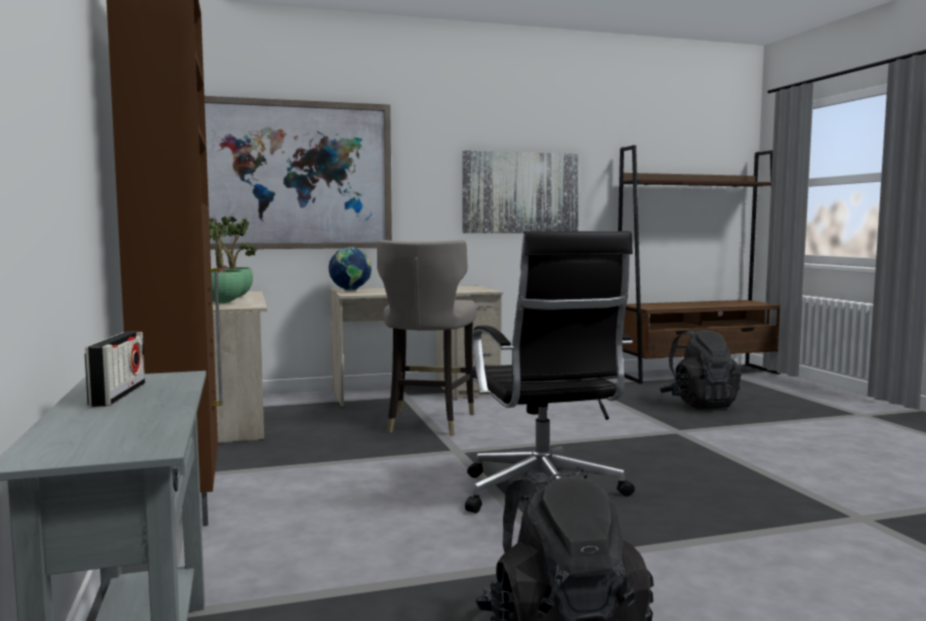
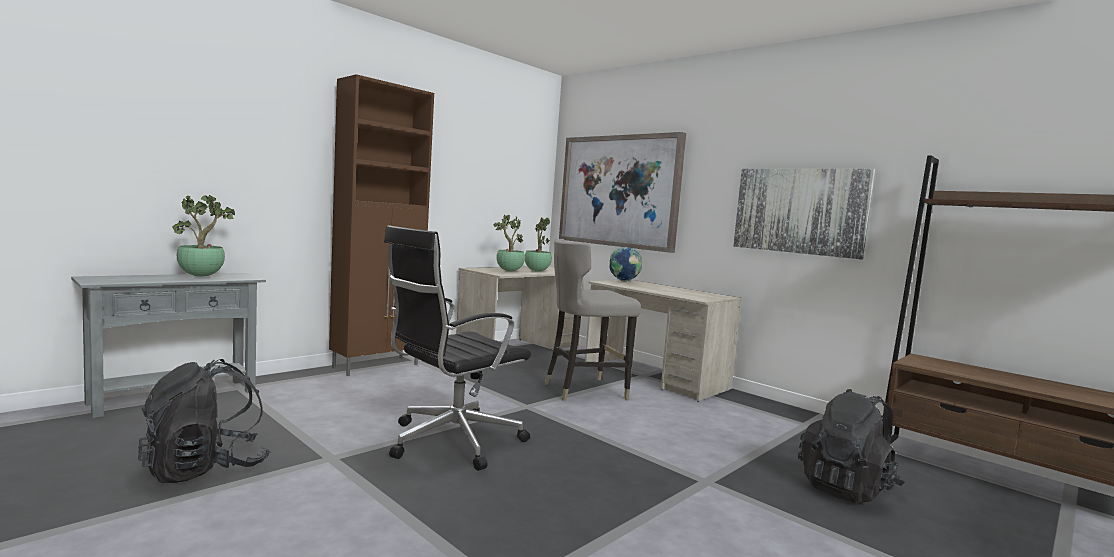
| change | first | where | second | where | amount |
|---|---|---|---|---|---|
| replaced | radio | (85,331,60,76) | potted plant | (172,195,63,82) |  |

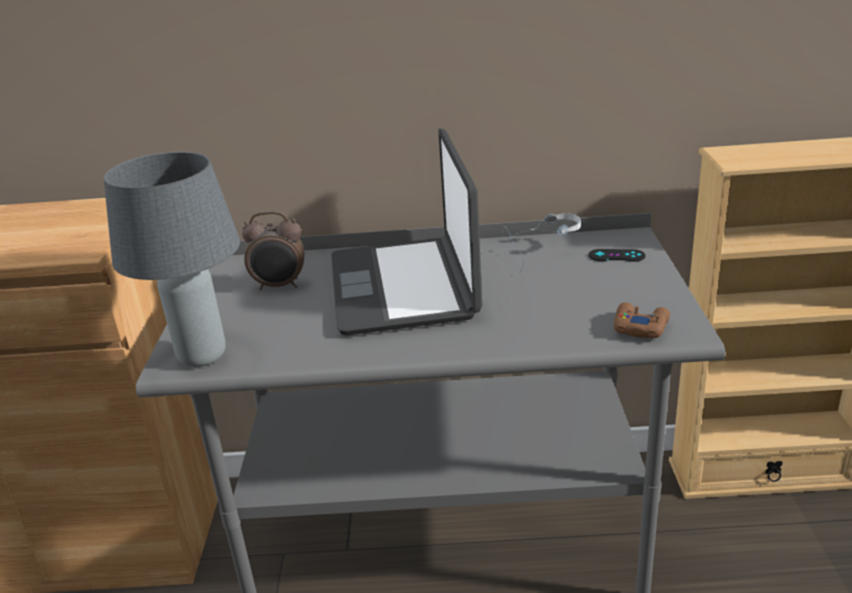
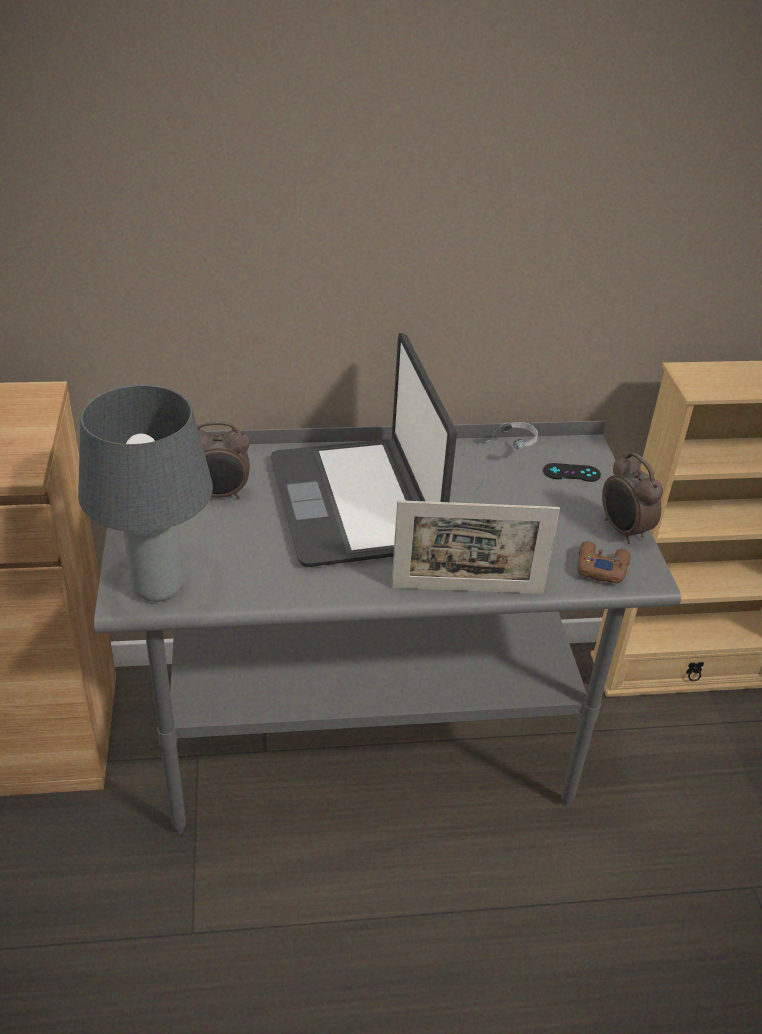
| change | first | where | second | where | amount |
|---|---|---|---|---|---|
| added |  |  | picture frame | (391,500,169,94) |  |
| added |  |  | alarm clock | (602,453,61,91) |  |

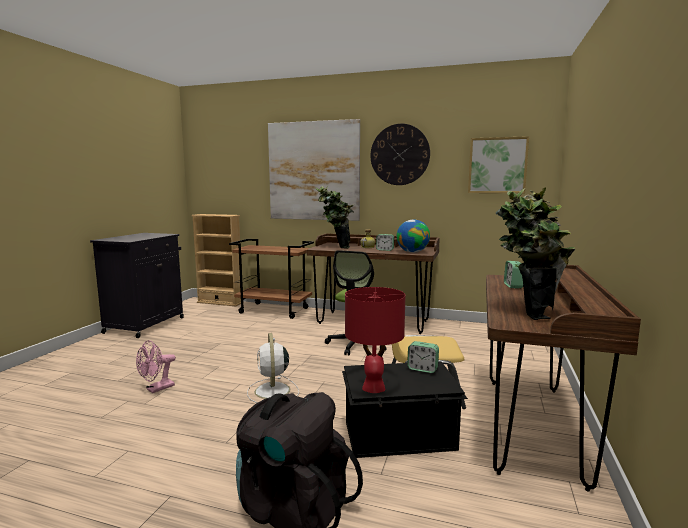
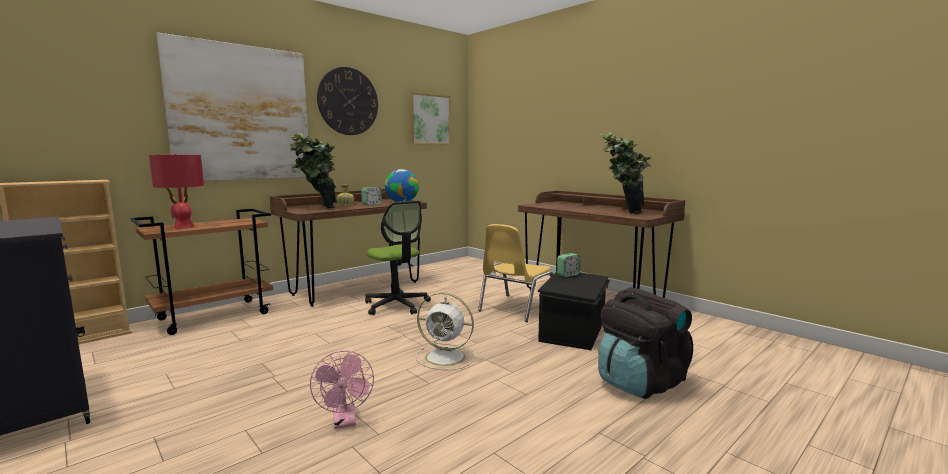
| change | first | where | second | where | amount |
|---|---|---|---|---|---|
| removed | alarm clock | (504,261,19,27) |  |  |  |
| moved | table lamp (red) | (345,287,60,106) |  | (149,154,55,75) |  |

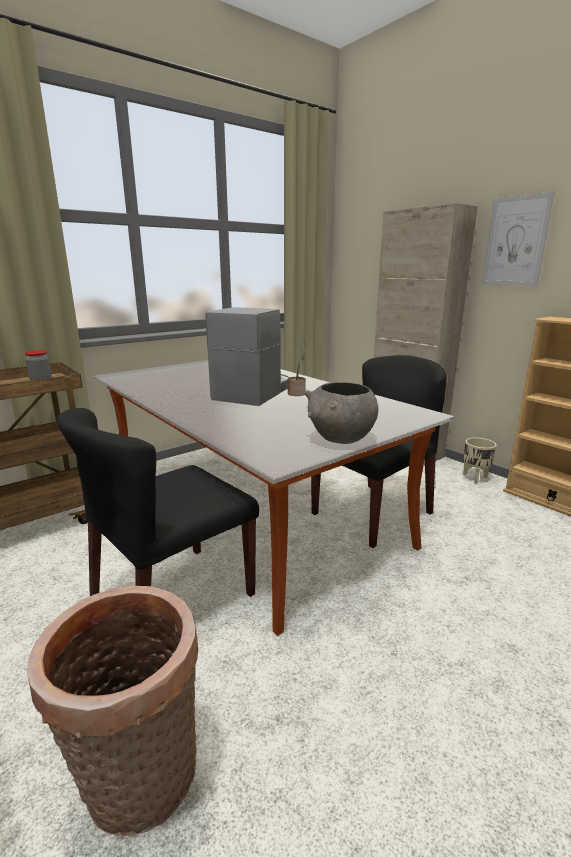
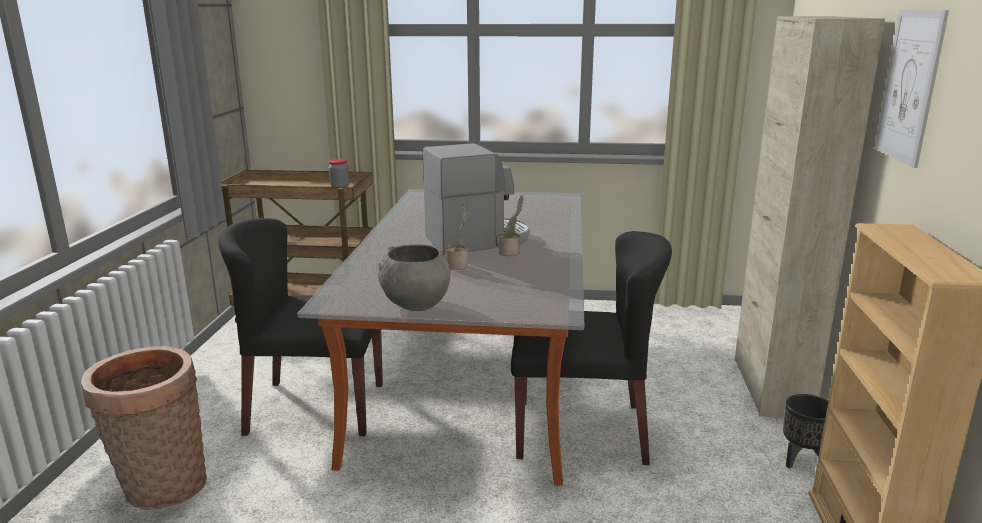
| change | first | where | second | where | amount |
|---|---|---|---|---|---|
| added |  |  | potted plant | (445,204,23,66) |  |
| recoloured | planter (beige) | (463,438,34,46) | planter (black) | (783,394,45,75) |  |

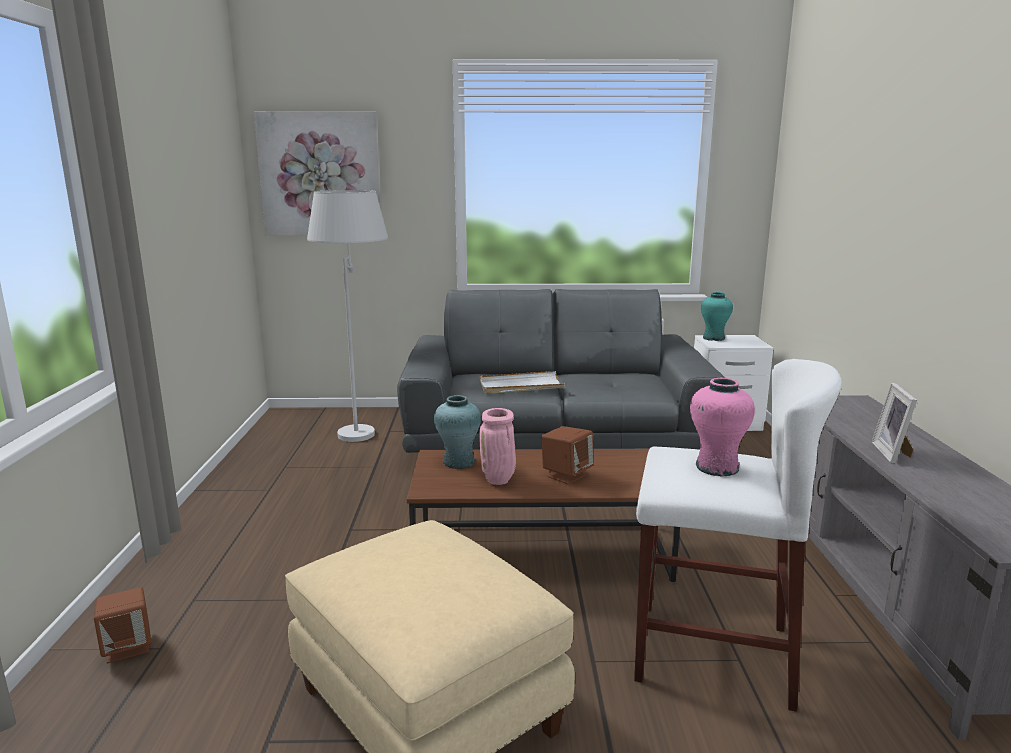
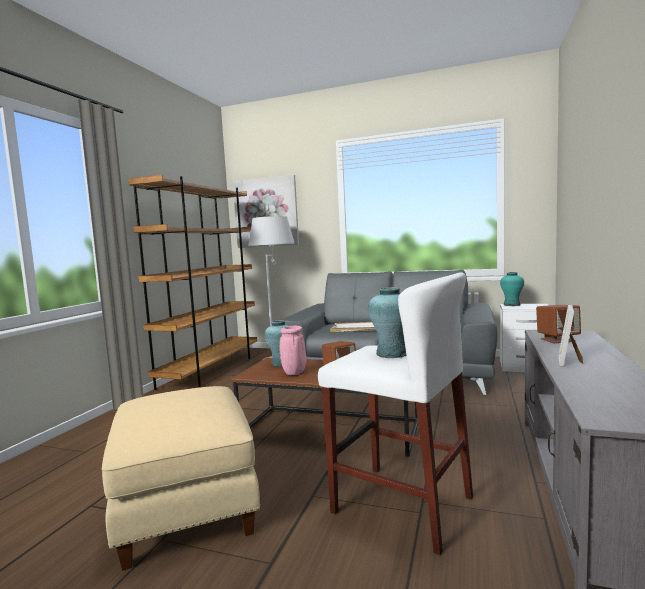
| change | first | where | second | where | amount |
|---|---|---|---|---|---|
| added |  |  | bookcase (brown) | (128,175,129,215) |  |
| moved | speaker (brown) | (94,587,57,76) |  | (536,305,45,38) |  |
| recoloured | vase (pink) | (690,378,65,99) | vase (turquoise) | (368,287,39,71) |  |

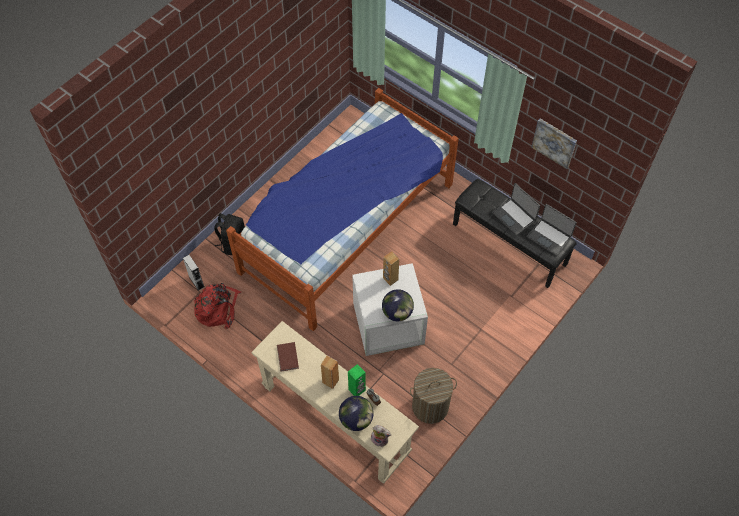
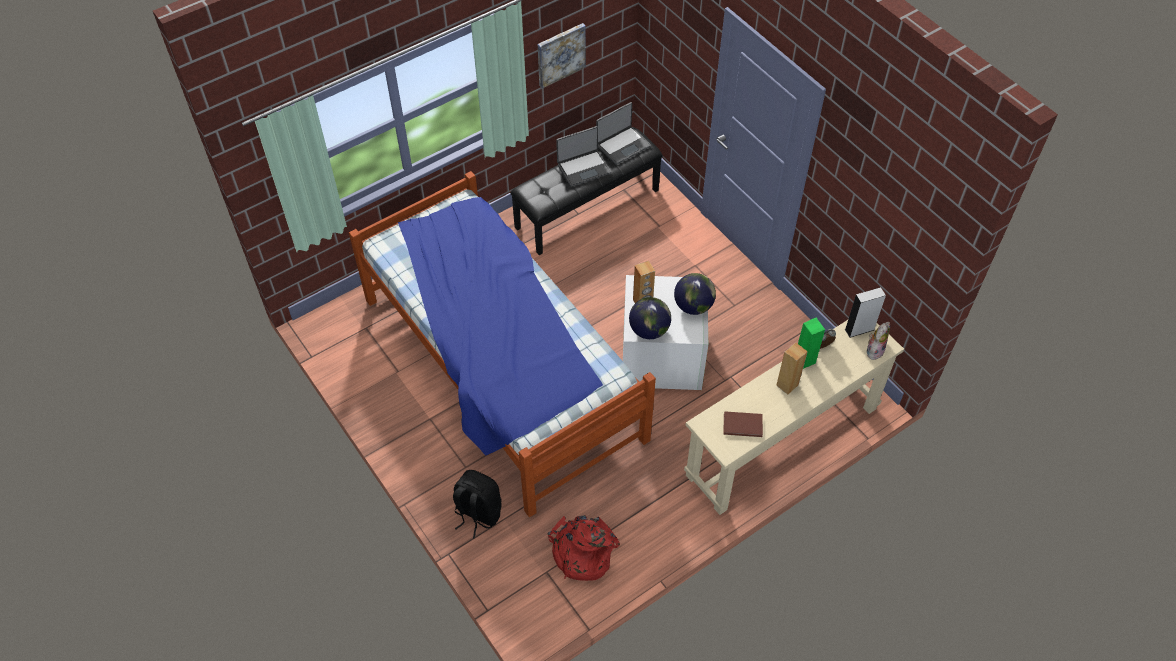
| change | first | where | second | where | amount |
|---|---|---|---|---|---|
| removed | laundry basket | (410,368,47,56) |  |  |  |
| moved | speaker (grey) | (183,255,21,36) |  | (845,287,41,51) |  |
| moved | globe | (339,396,35,35) |  | (629,297,42,42) |  |

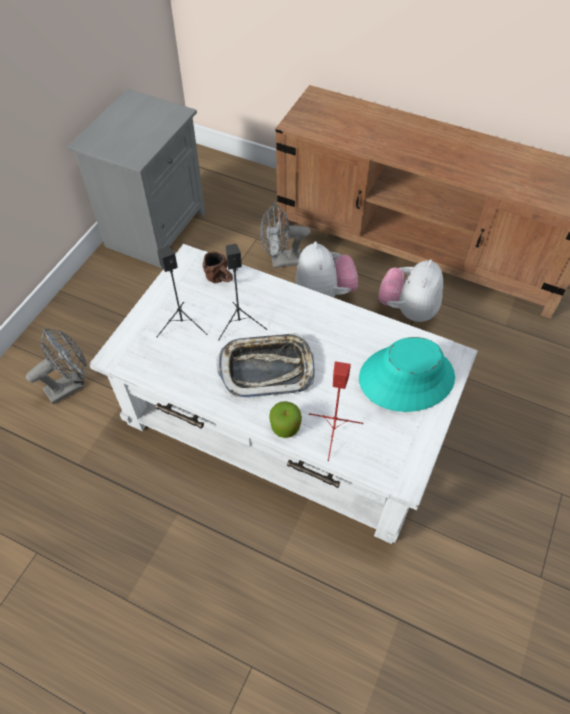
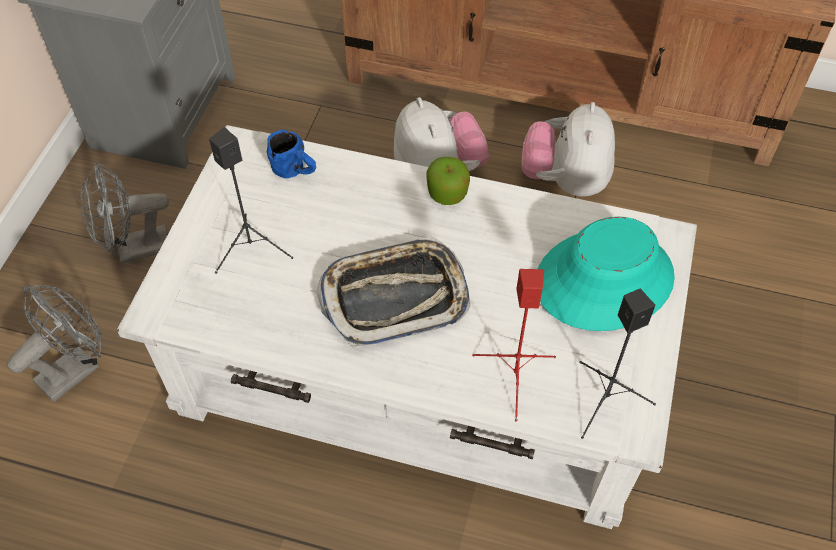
| change | first | where | second | where | amount |
|---|---|---|---|---|---|
| moved | speaker (black) | (218,244,49,97) |  | (579,289,77,150) |  |
| moved | fan (grey) | (260,202,51,66) |  | (80,162,89,102) |  |
| moved | apple | (269,401,33,37) |  | (426,157,44,48) |  |
| recoloured | mug (brown) | (203,251,30,32) | mug (blue) | (267,130,49,48) |  |

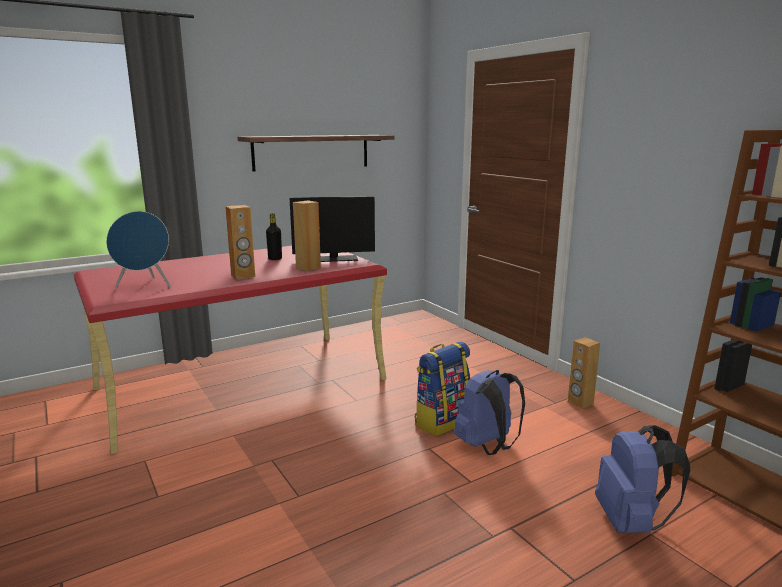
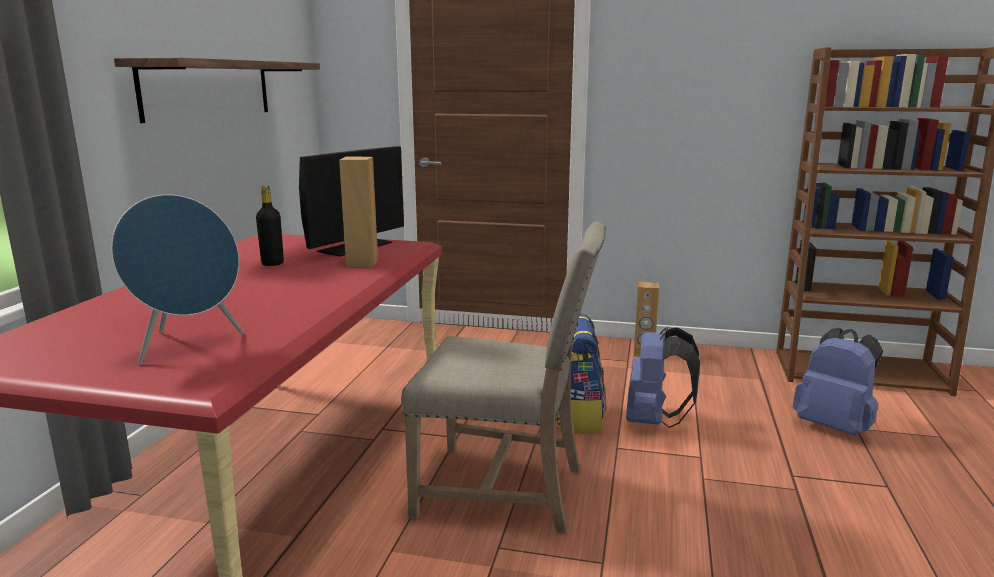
| change | first | where | second | where | amount |
|---|---|---|---|---|---|
| removed | speaker (brown) | (225,205,30,75) |  |  |  |
| added |  |  | chair (beige) | (401,222,205,312) |  |

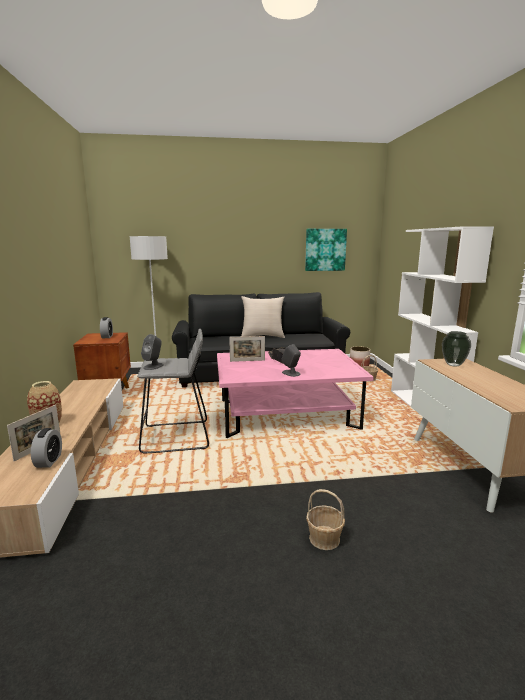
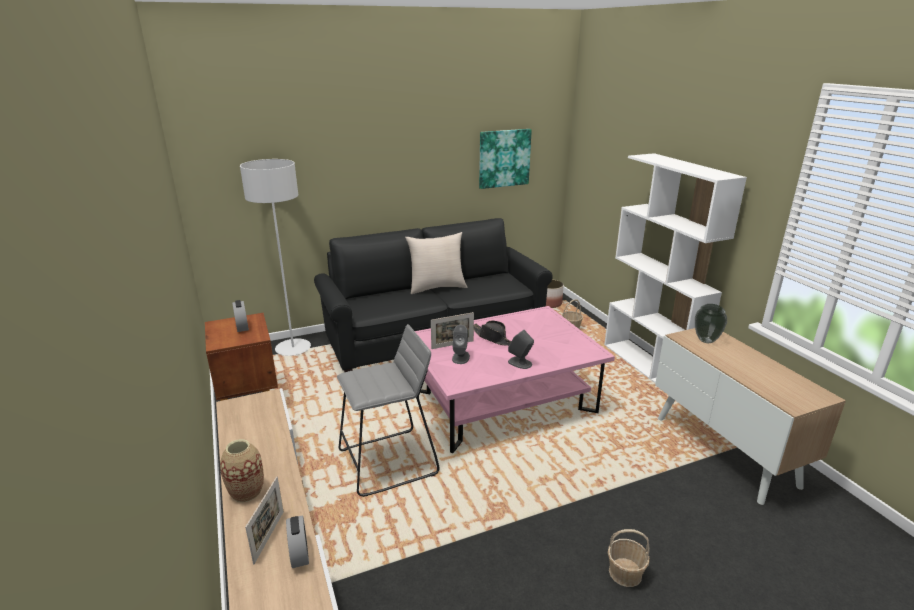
| change | first | where | second | where | amount |
|---|---|---|---|---|---|
| moved | speaker (grey) | (141,334,22,36) |  | (452,325,18,39) |  |

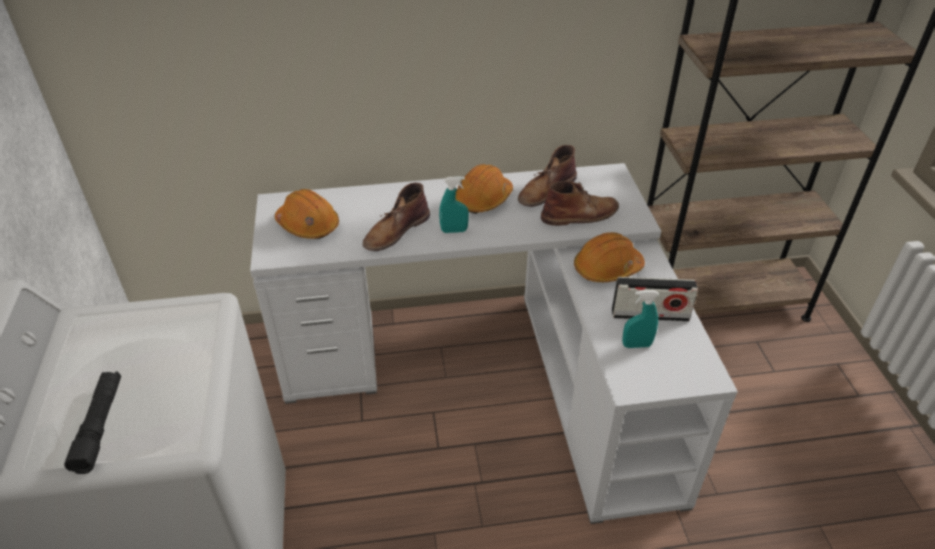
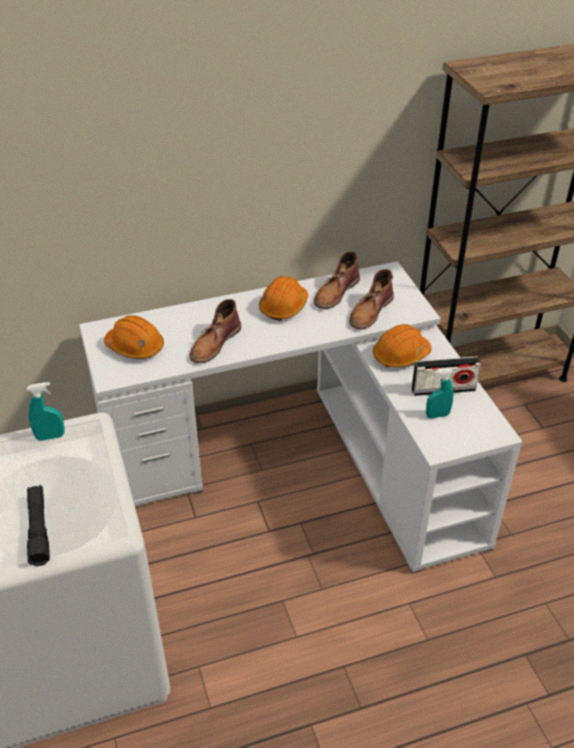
| change | first | where | second | where | amount |
|---|---|---|---|---|---|
| moved | spray bottle (turquoise) | (439,176,30,57) |  | (27,382,38,59) |  |
| turned | boot (brown) | (541,181,78,45) |  | (349,269,45,60) | 150 degrees clockwise |

